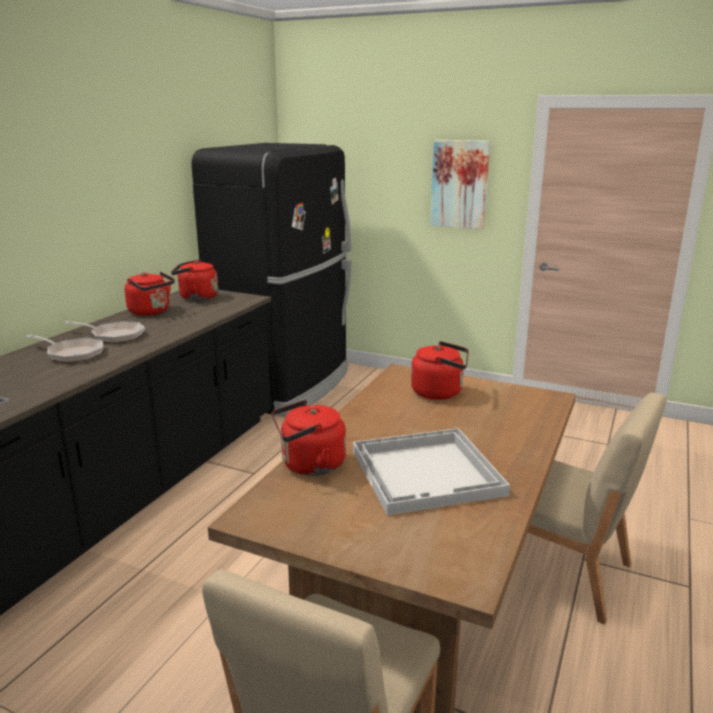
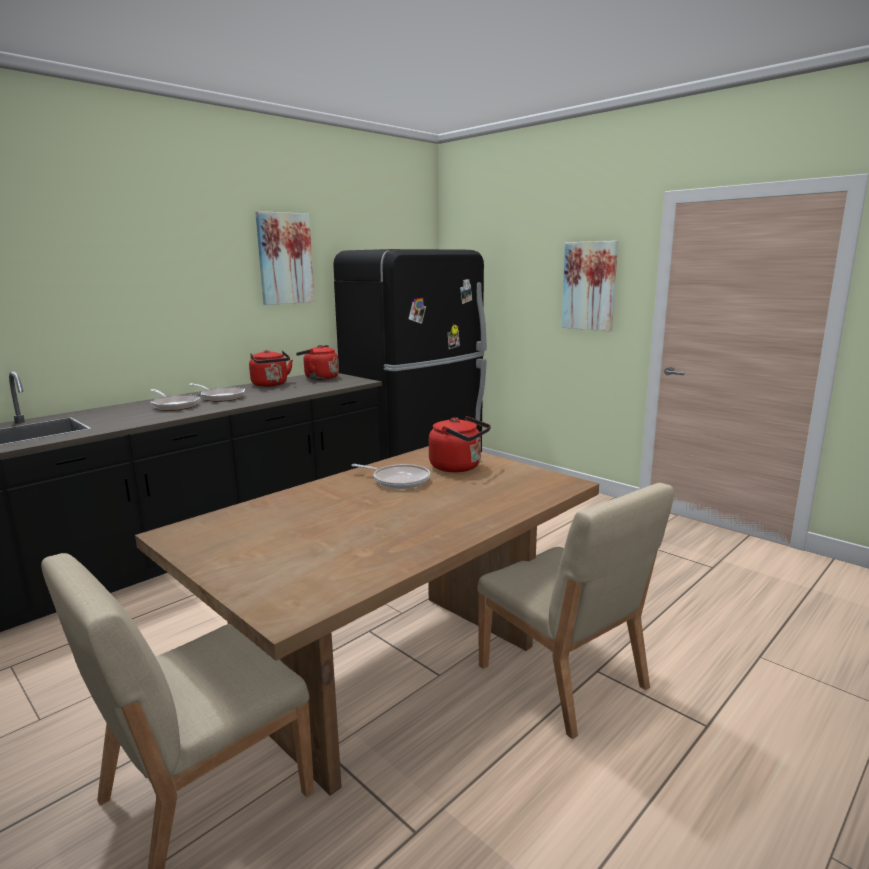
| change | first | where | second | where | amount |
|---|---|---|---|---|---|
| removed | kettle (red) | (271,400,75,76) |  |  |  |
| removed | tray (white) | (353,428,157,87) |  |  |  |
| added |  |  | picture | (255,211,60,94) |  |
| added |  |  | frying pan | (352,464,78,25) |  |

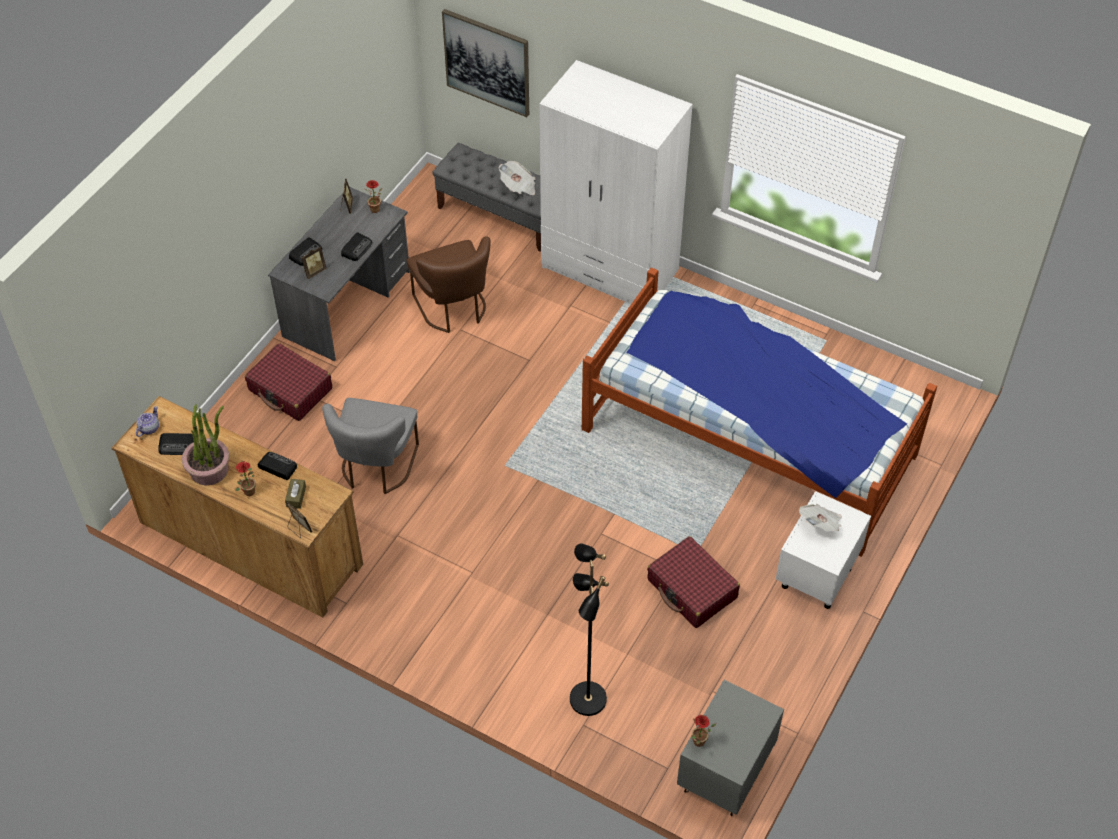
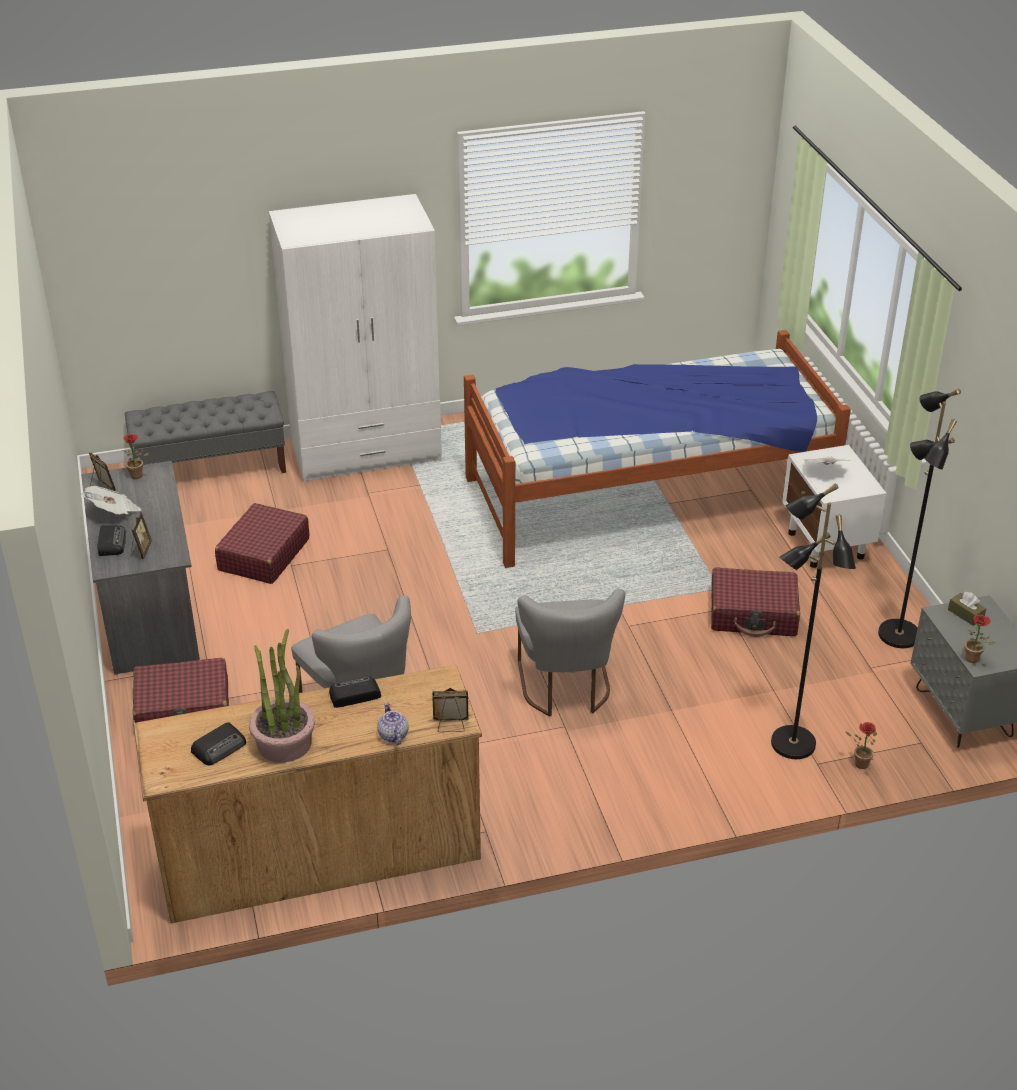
| change | first | where | second | where | amount |
|---|---|---|---|---|---|
| removed | radio | (341,232,31,29) |  |  |  |
| removed | picture | (442,9,87,108) |  |  |  |
| added |  |  | chair (grey) | (515,589,110,128) |  |
| added |  |  | floor lamp (black) | (878,389,83,259) |  |
| moved | teapot | (136,406,23,31) |  | (377,702,31,43) |  |
| moved | potted plant | (235,461,21,35) |  | (845,722,32,47) |  |
| moved | tissue box (brown) | (285,479,21,30) |  | (948,592,38,34) |  |
| moved | newspaper | (499,161,36,34) |  | (81,486,61,29) |  |
| replaced | chair (brown) | (407,237,84,96) | suitcase (red) | (215,503,94,81) |  |

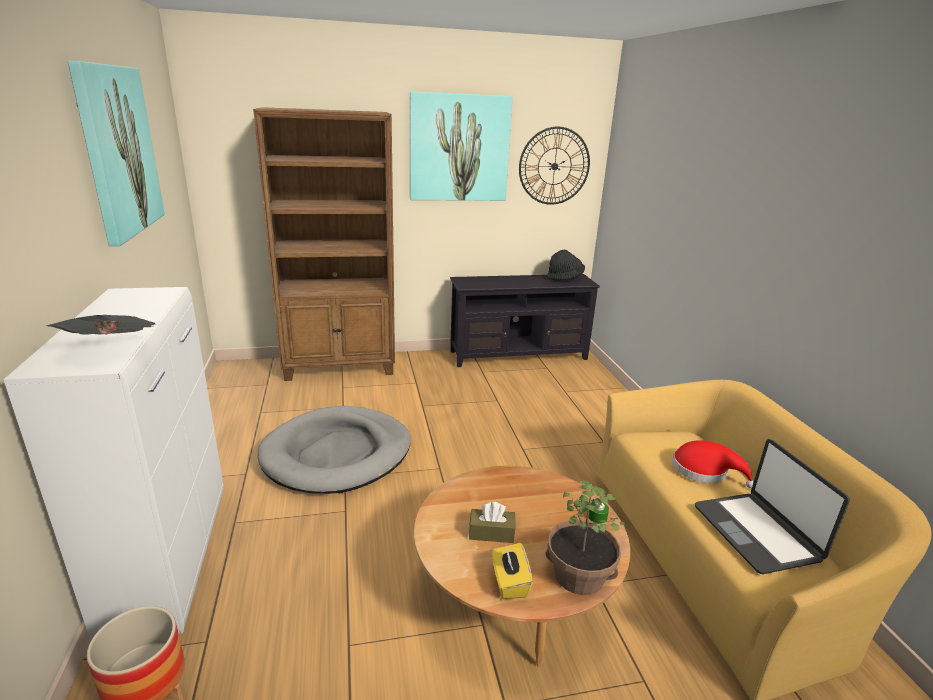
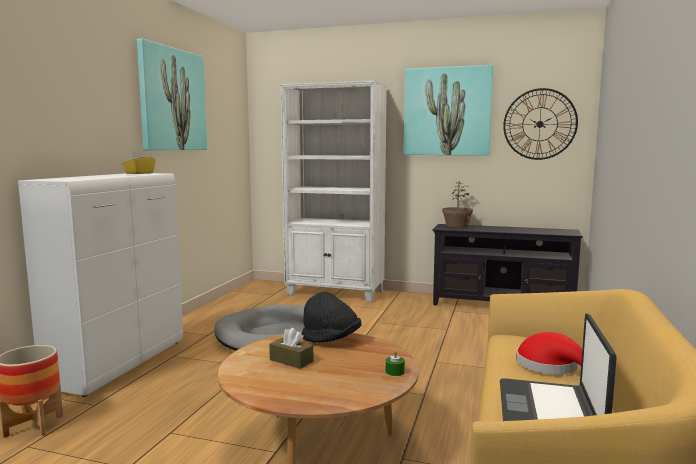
| change | first | where | second | where | amount |
|---|---|---|---|---|---|
| removed | newspaper | (46,315,110,20) |  |  |  |
| moved | tissue box (yellow) | (492,543,41,56) |  | (122,151,34,23) |  |
| moved | potted plant | (546,480,82,115) |  | (442,182,31,46) |  |
| moved | hat (black) | (547,250,38,31) |  | (301,292,61,51) |  |
| recoloured | bookcase (brown) | (253,107,142,274) | bookcase (white) | (280,80,107,222) |  |

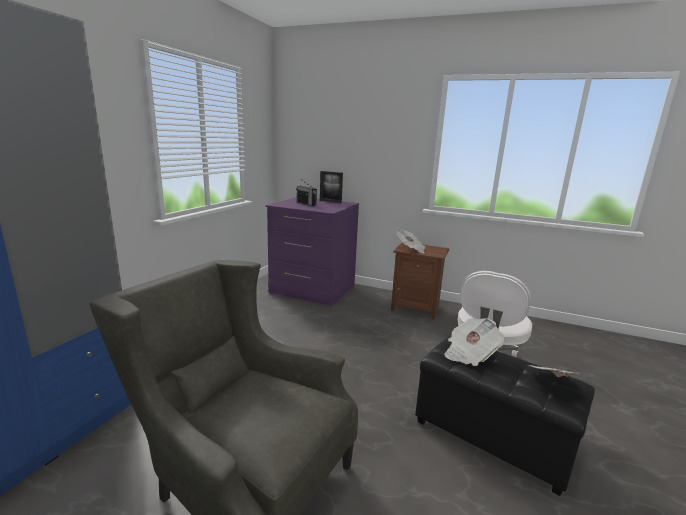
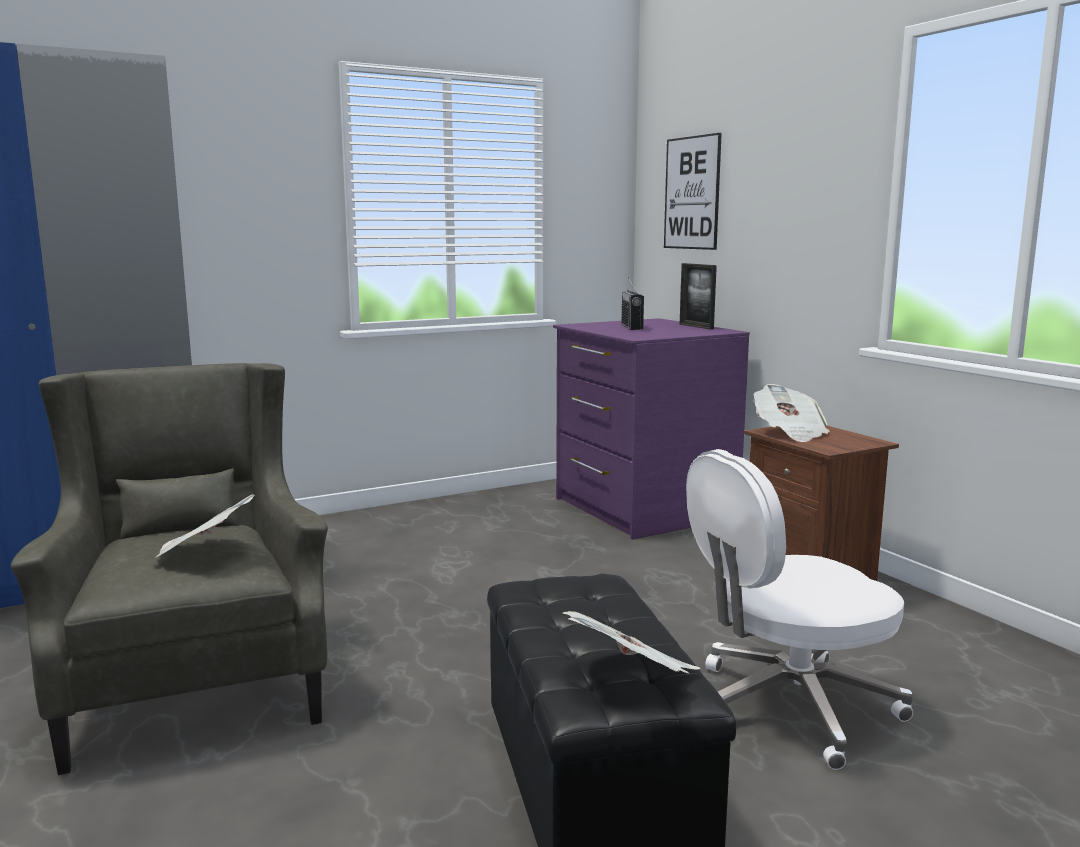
| change | first | where | second | where | amount |
|---|---|---|---|---|---|
| added |  |  | picture | (664,133,58,117) |  |
| moved | newspaper | (445,318,59,48) |  | (156,494,98,63) |  |

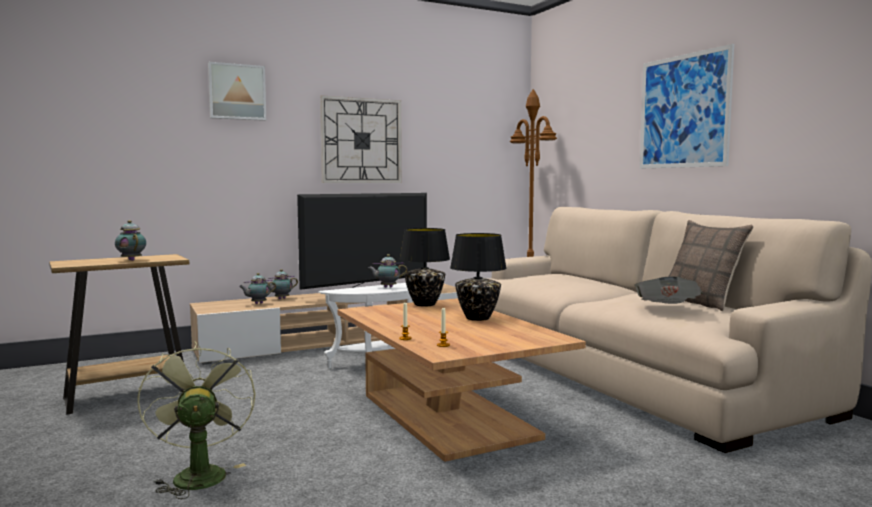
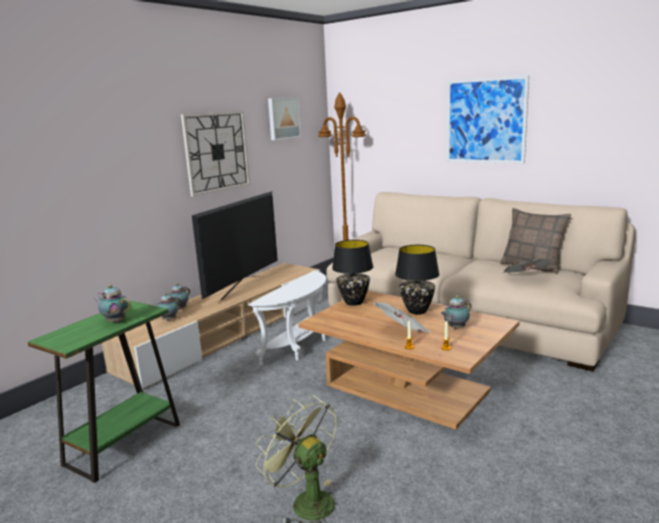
| change | first | where | second | where | amount |
|---|---|---|---|---|---|
| added |  |  | newspaper | (373,302,58,30) |  |
| moved | picture | (208,62,58,59) |  | (268,97,33,43) |  |
| moved | teapot | (368,254,39,34) |  | (441,295,31,34) |  |
| recoloured | side table (brown) | (49,254,140,161) | side table (green) | (27,301,153,182) |  |

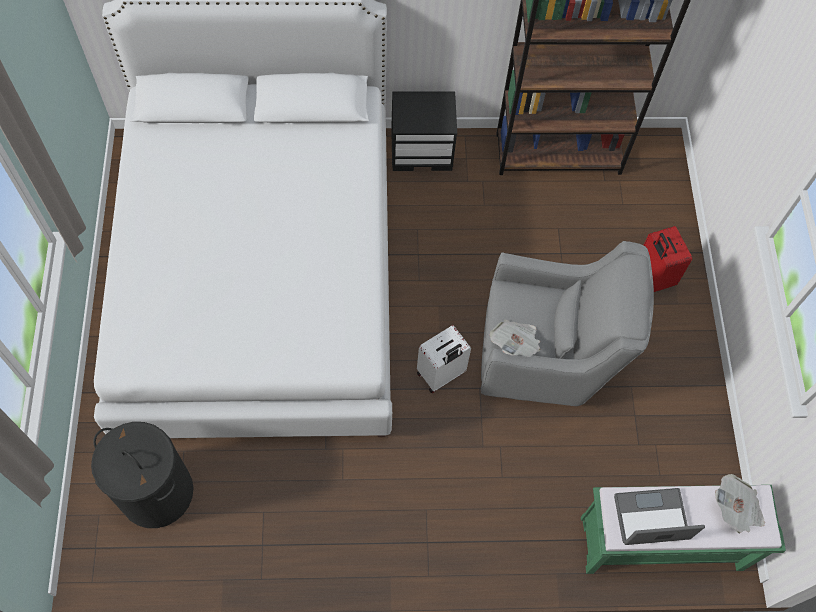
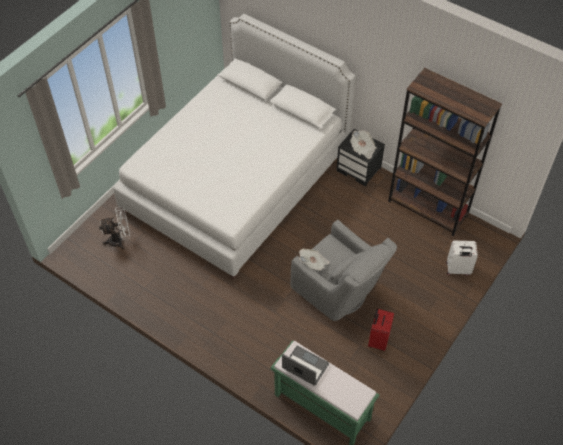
| change | first | where | second | where | amount |
|---|---|---|---|---|---|
| moved | suitcase (white) | (417,325,54,68) |  | (446,241,32,35) |  |
| moved | suitcase (red) | (644,226,48,66) |  | (368,309,26,42) |  |
| moved | newspaper | (715,474,50,59) |  | (350,130,27,29) |  |
| replaced | laundry basket (black) | (91,422,102,106) | fan (white) | (99,206,31,43) |  |

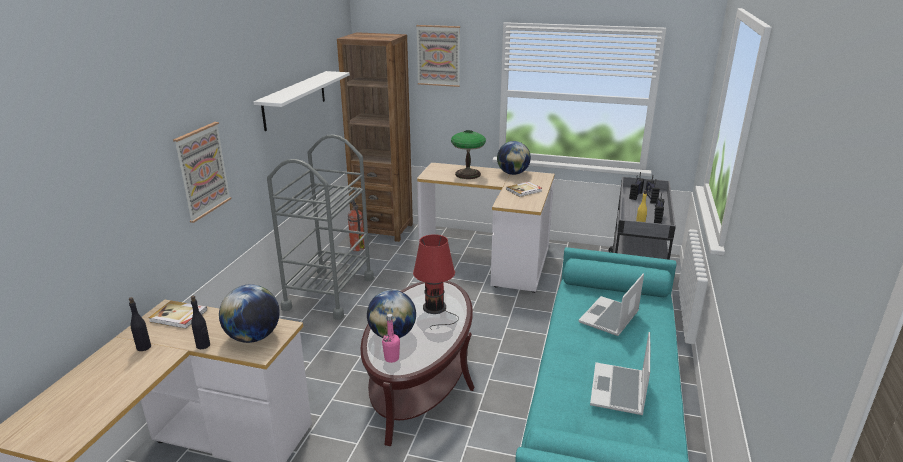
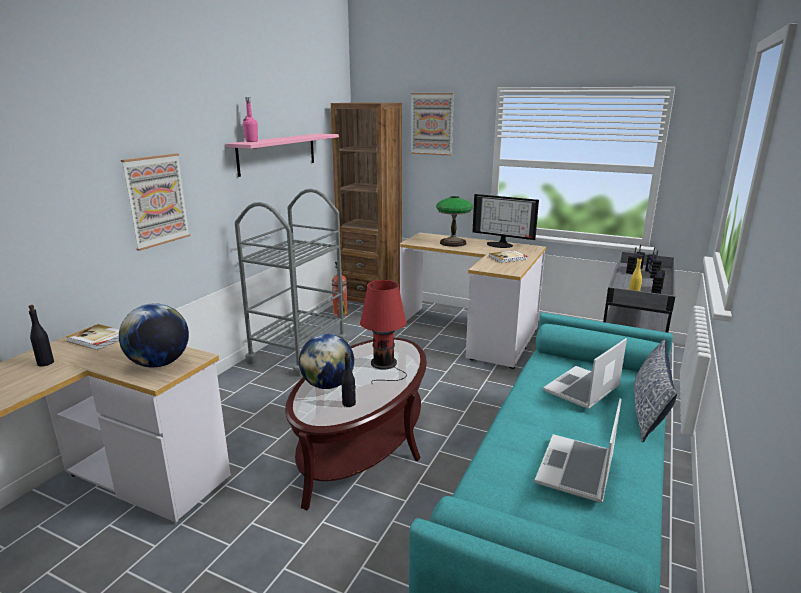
| change | first | where | second | where | amount |
|---|---|---|---|---|---|
| added |  |  | pillow | (634,339,43,103) |  |
| moved | bottle (black) | (191,296,19,53) |  | (341,352,15,55) |  |
| moved | bottle (pink) | (382,314,18,49) |  | (243,97,15,45) |  |
| replaced | globe | (497,141,34,34) | monitor | (473,194,66,54) |  |
| recoloured | shelf (white) | (253,71,97,60) | shelf (pink) | (226,133,113,44) |  |

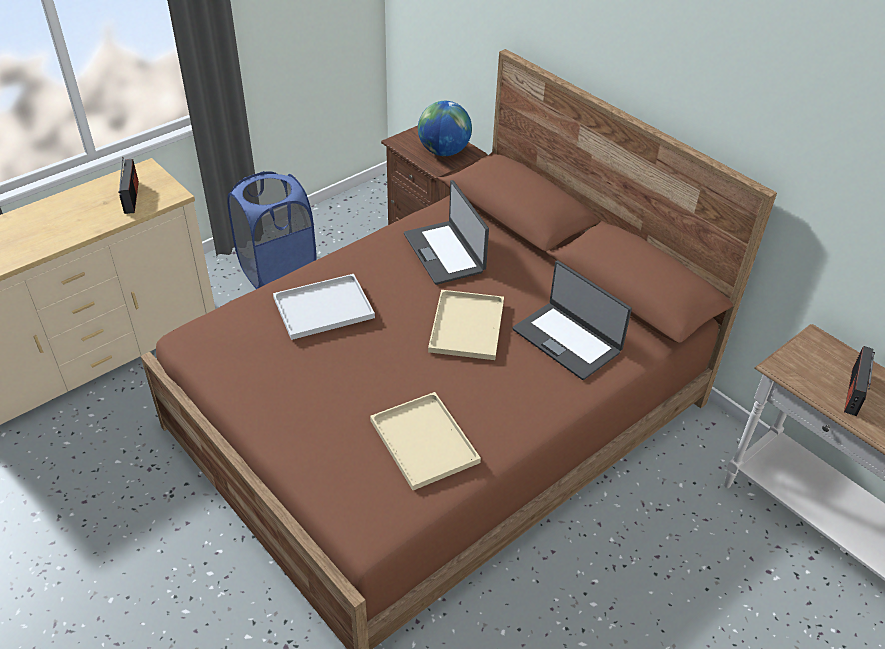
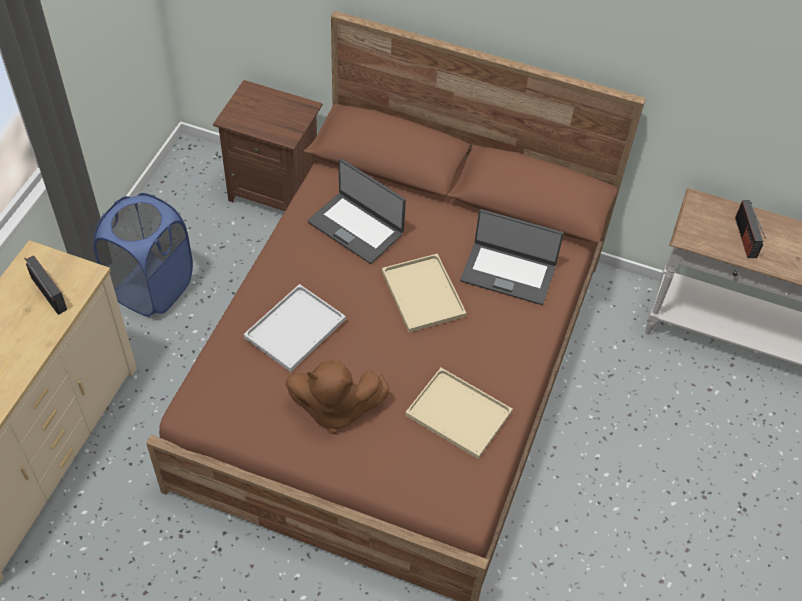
| change | first | where | second | where | amount |
|---|---|---|---|---|---|
| removed | globe | (418,101,54,55) |  |  |  |
| added |  |  | plush toy (brown) | (285,359,105,75) |  |

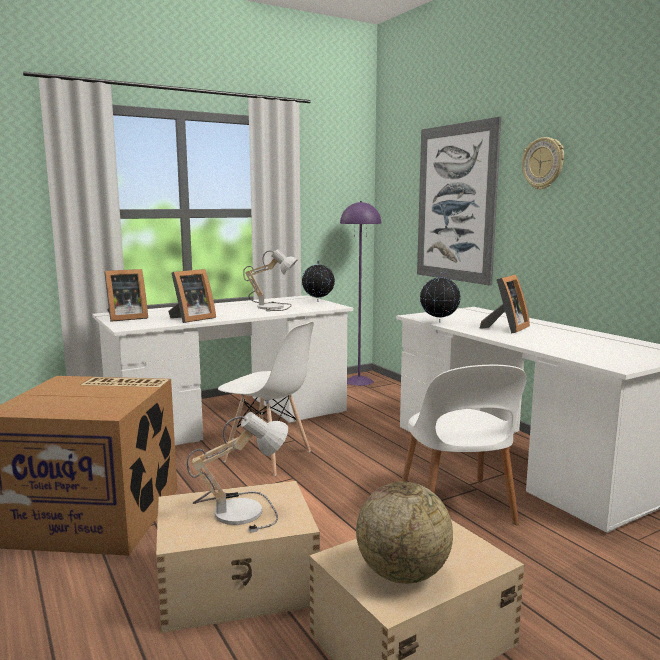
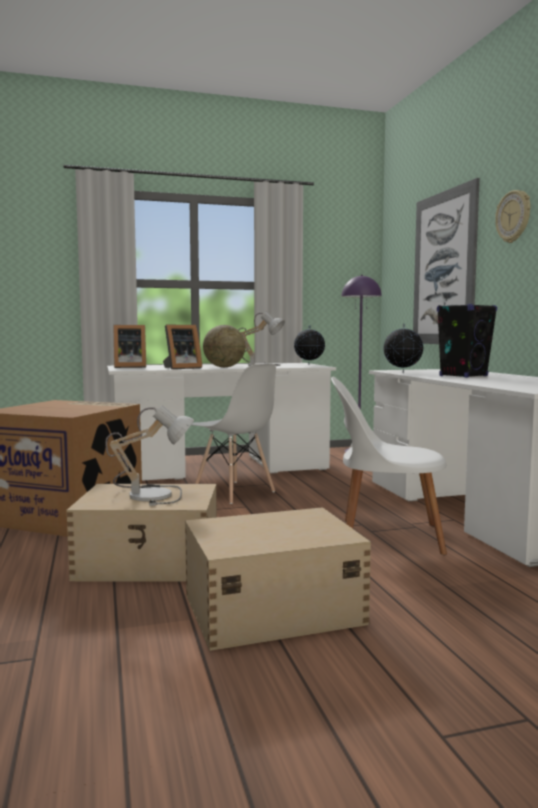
| change | first | where | second | where | amount |
|---|---|---|---|---|---|
| moved | globe | (356,482,97,102) |  | (203,325,42,42) |  |
| replaced | picture frame | (480,274,50,60) | speaker (black) | (437,304,60,74) |  |
| turned | chair (white) | (401,365,126,160) |  | (331,376,116,179) | 90 degrees clockwise |

